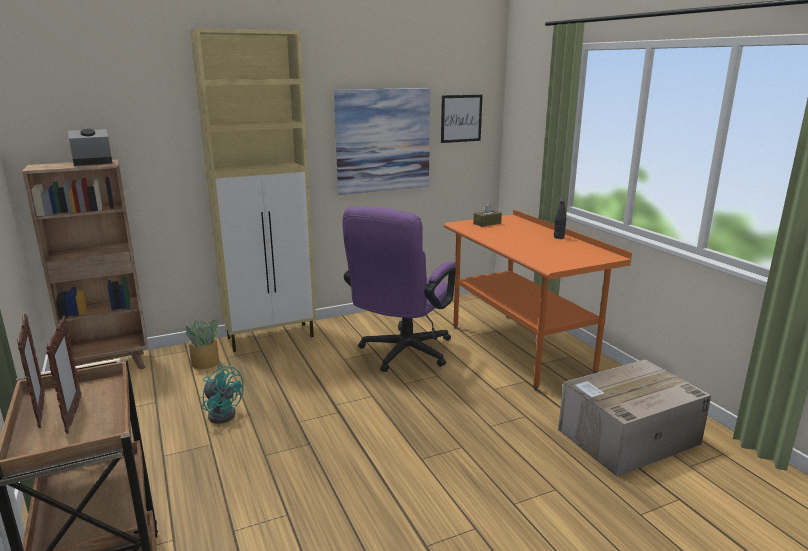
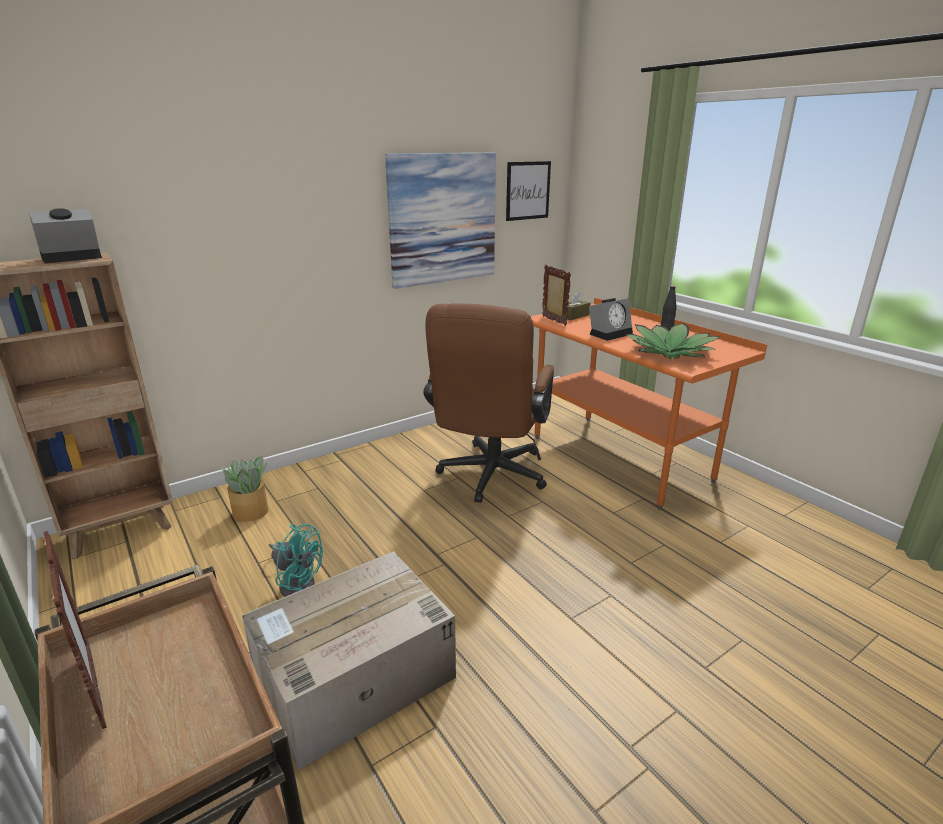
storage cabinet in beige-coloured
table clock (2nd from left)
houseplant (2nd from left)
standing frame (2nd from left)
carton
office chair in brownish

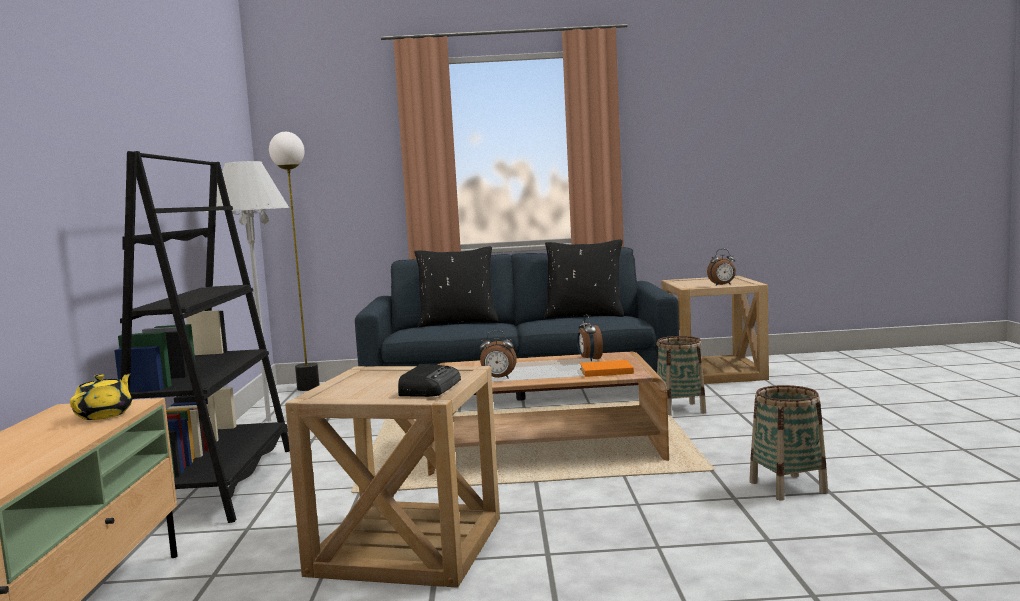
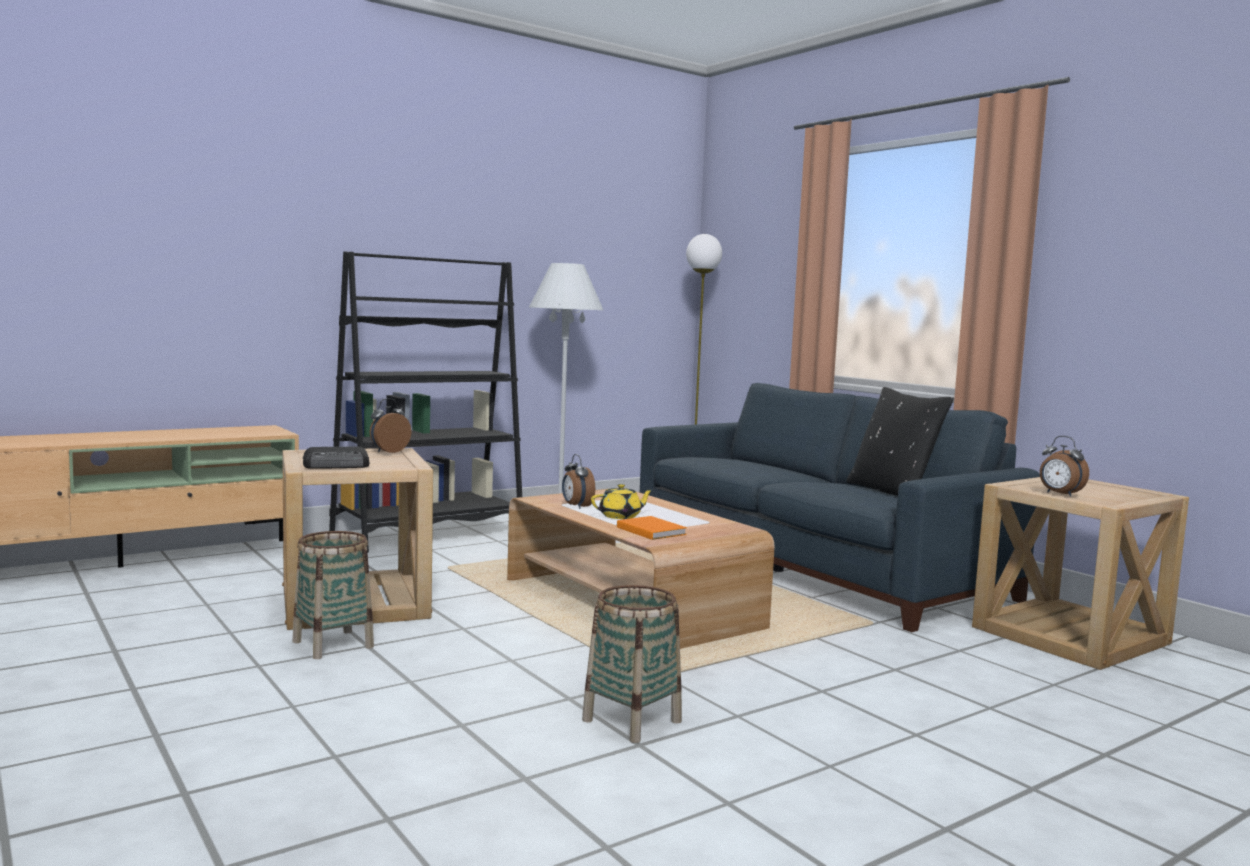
cushion in black-coloured (1st from left in the first image)
tea pot in yellowish
table clock (1st from left)
storage basket (1st from left)

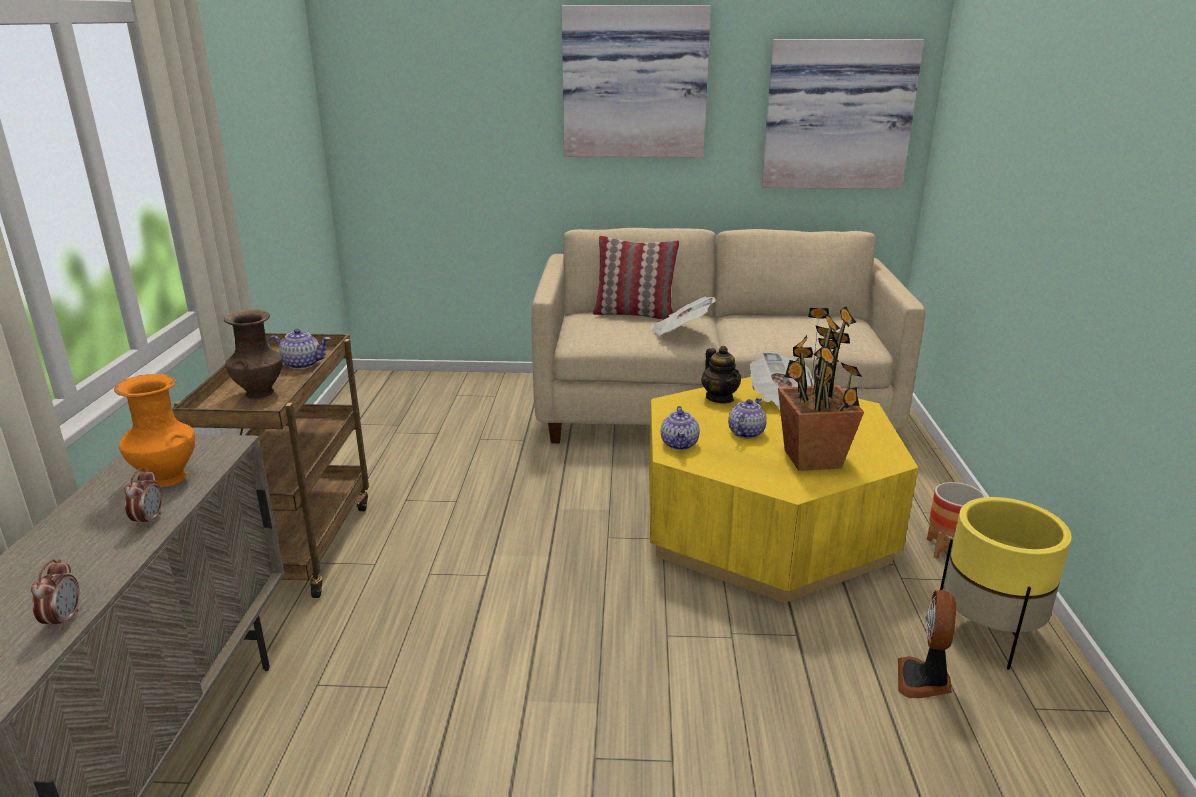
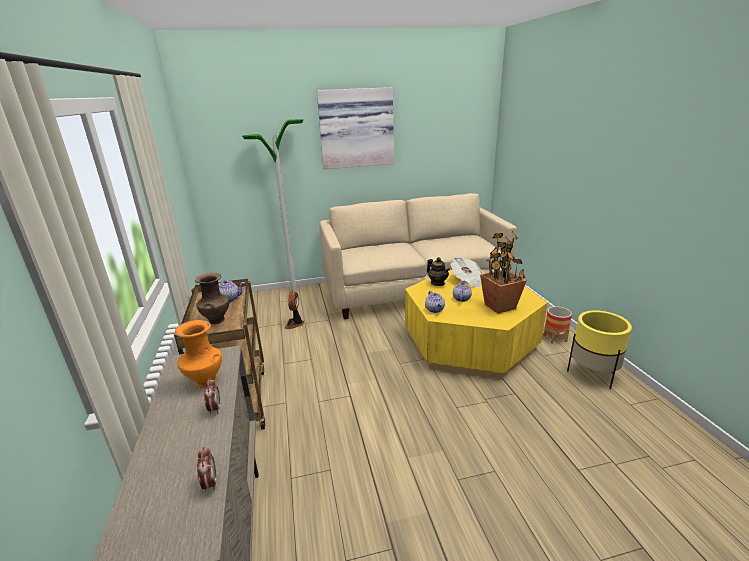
cushion
printed paper (1st from left in the first image)
wall art (2nd from left in the first image)
standing lamp
cooling fan

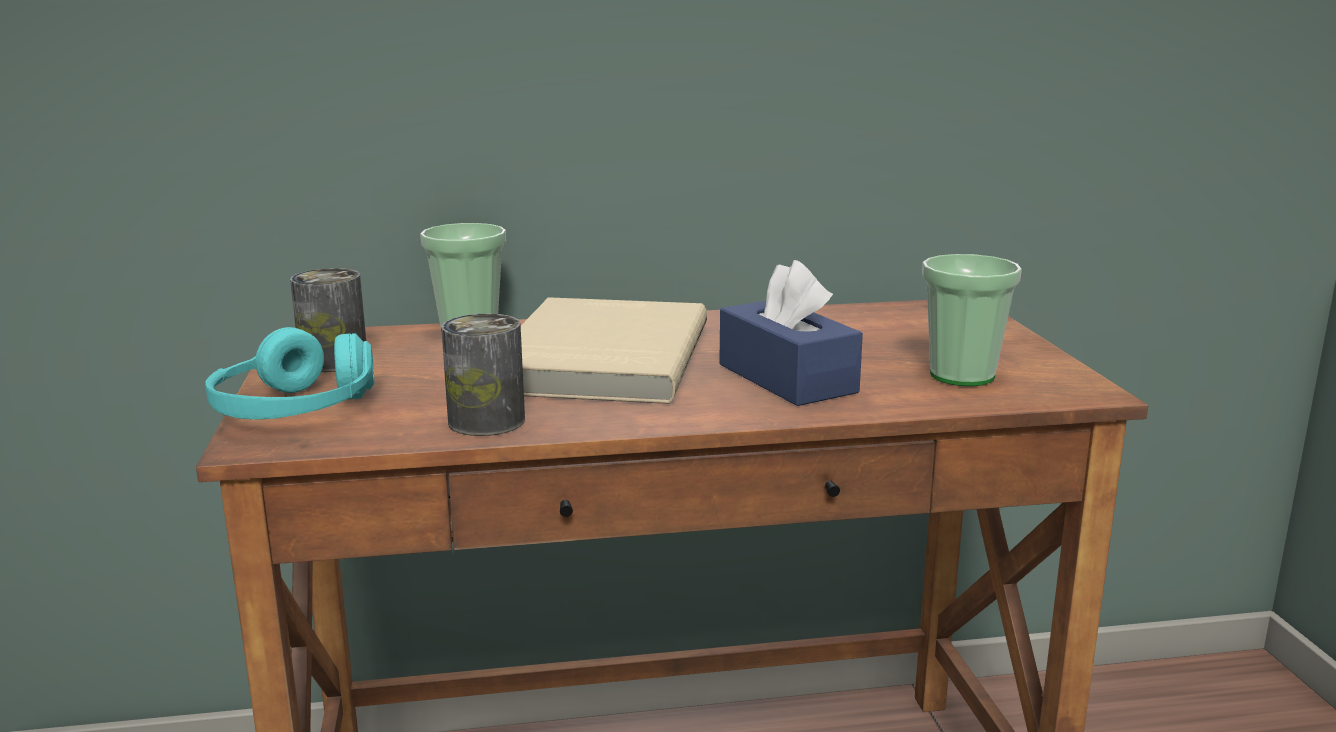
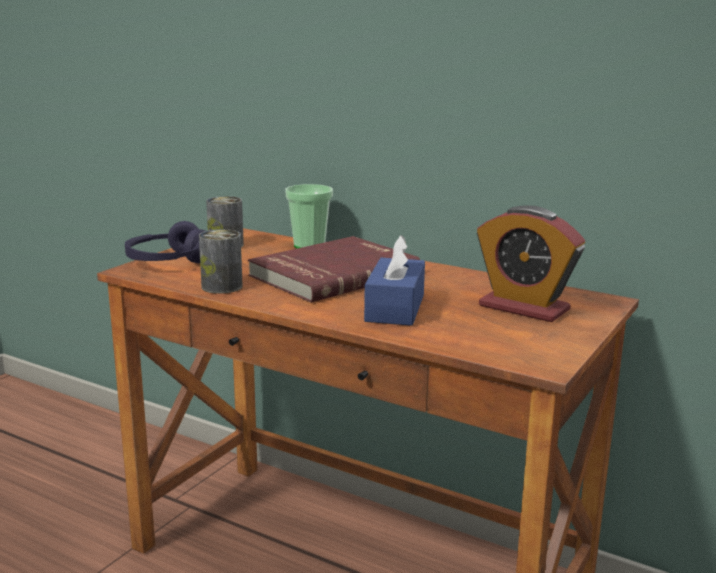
drinking cup (2nd from left in the first image)
table clock
pair of headphones in purplish
bound book in reddish

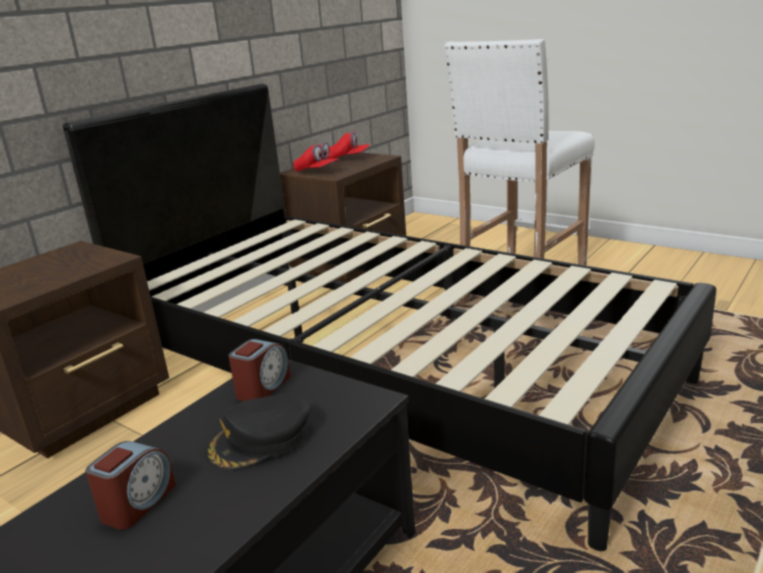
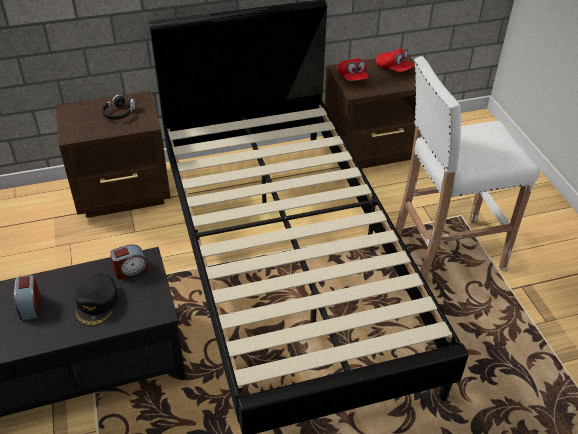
pair of headphones in black-coloured
table clock (1st from left)
cap in black-coloured

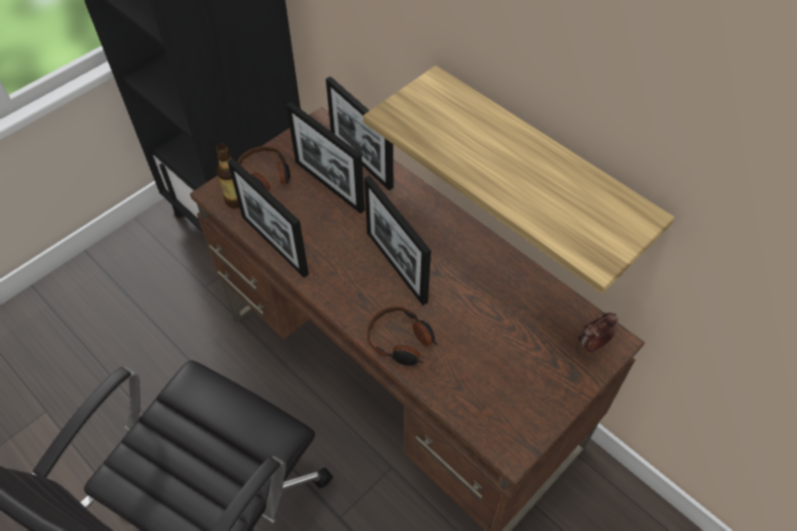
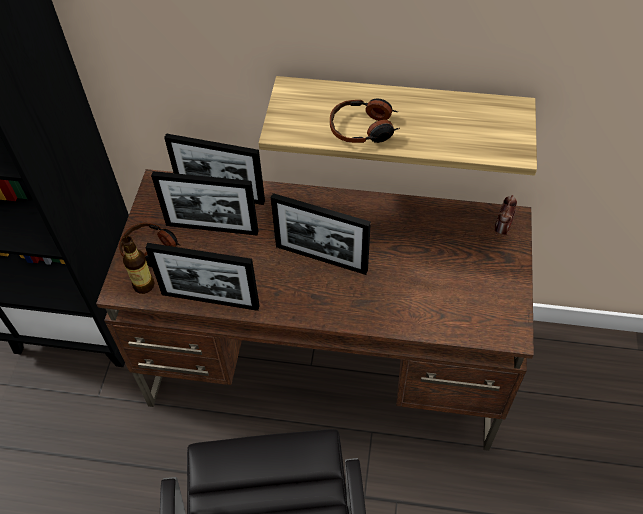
pair of headphones (2nd from left)

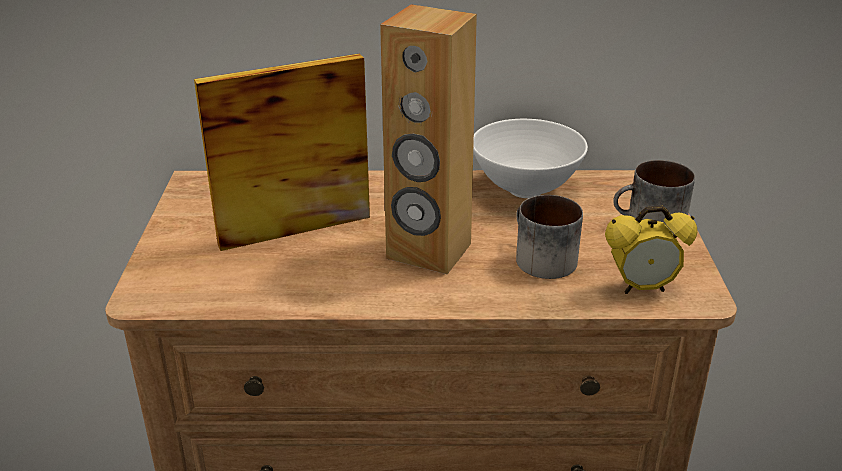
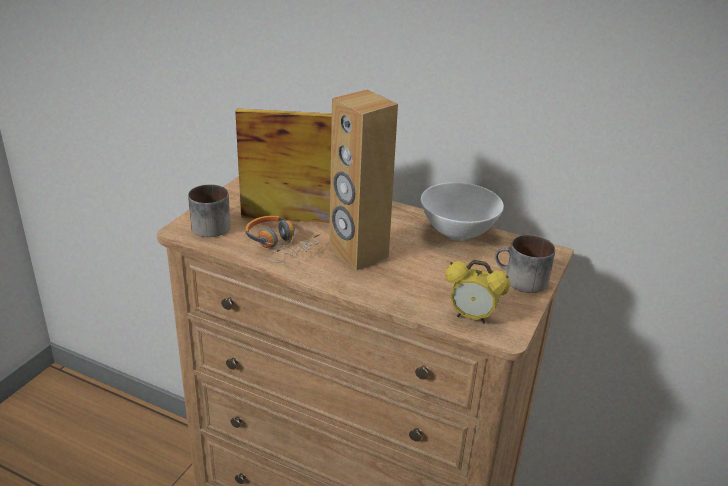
pair of headphones
mug (1st from left)

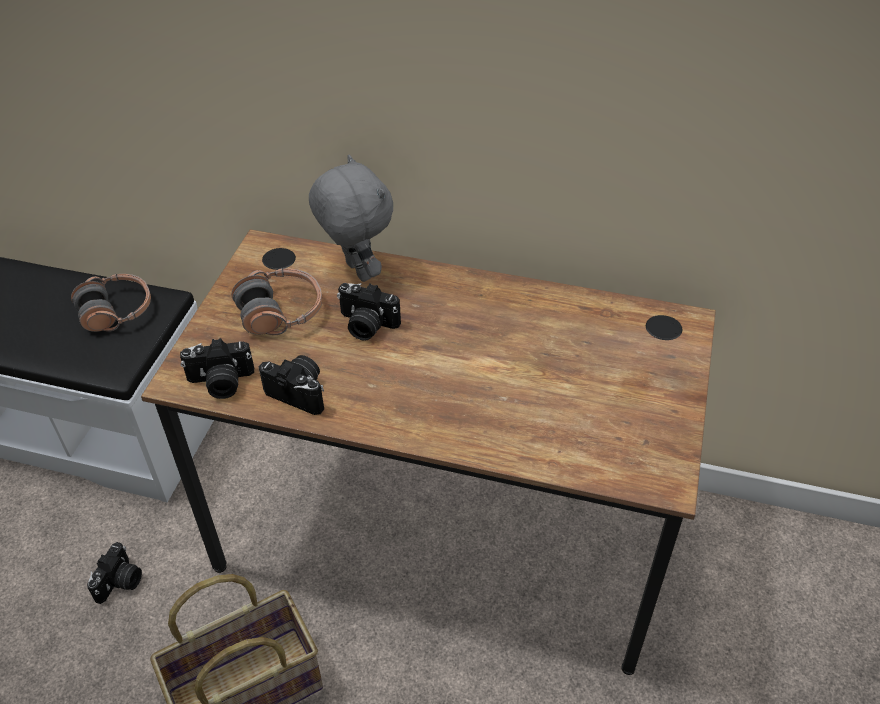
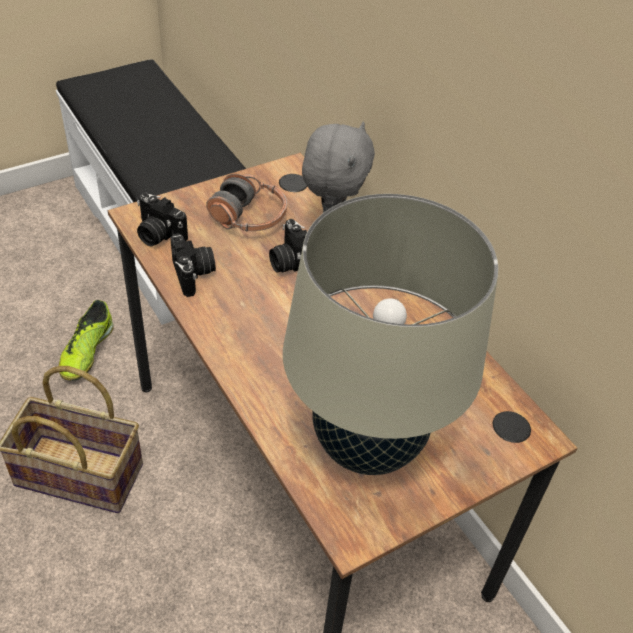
pair of headphones (1st from left in the first image)
tabletop lamp in beige-coloured
shoe

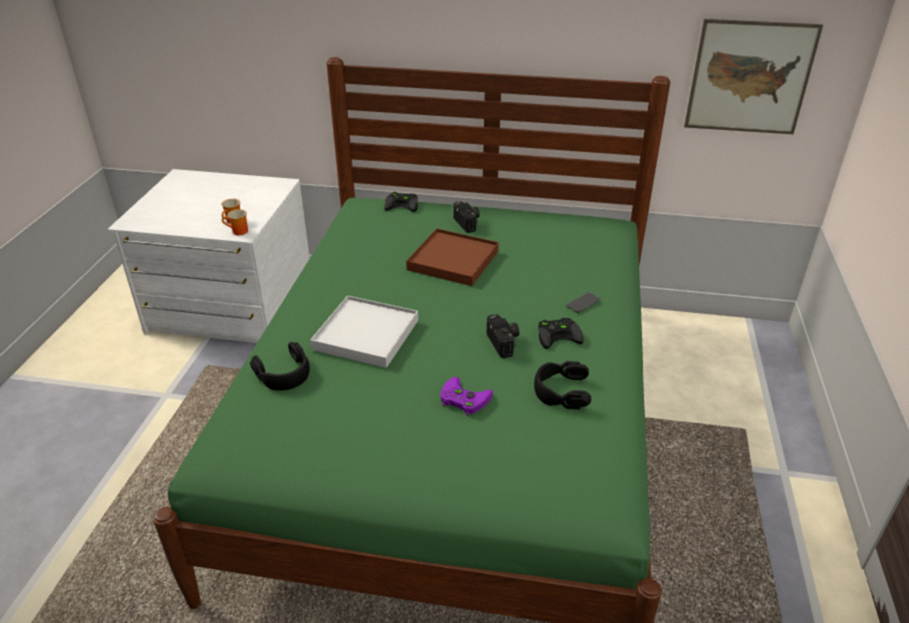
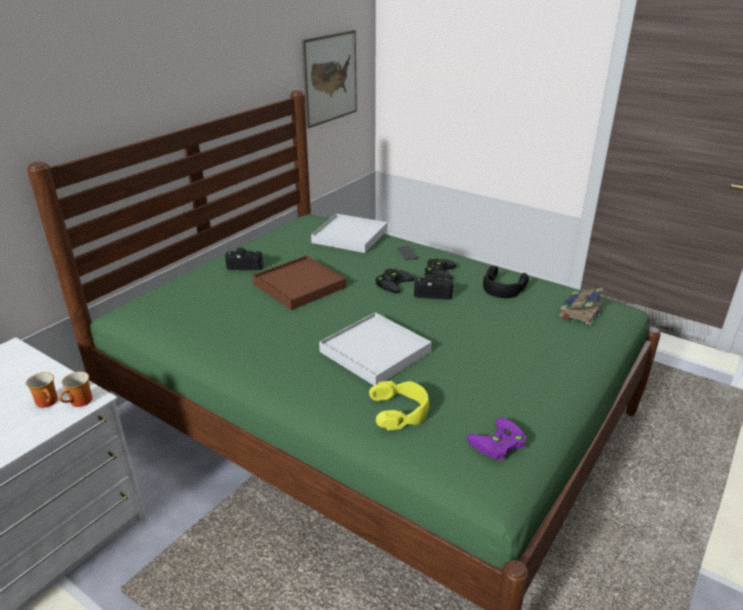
serving tray in white-coloured (1st from left)
bound book
joypad in black-coloured (1st from left)
joypad in purplish
pair of headphones in yellowish

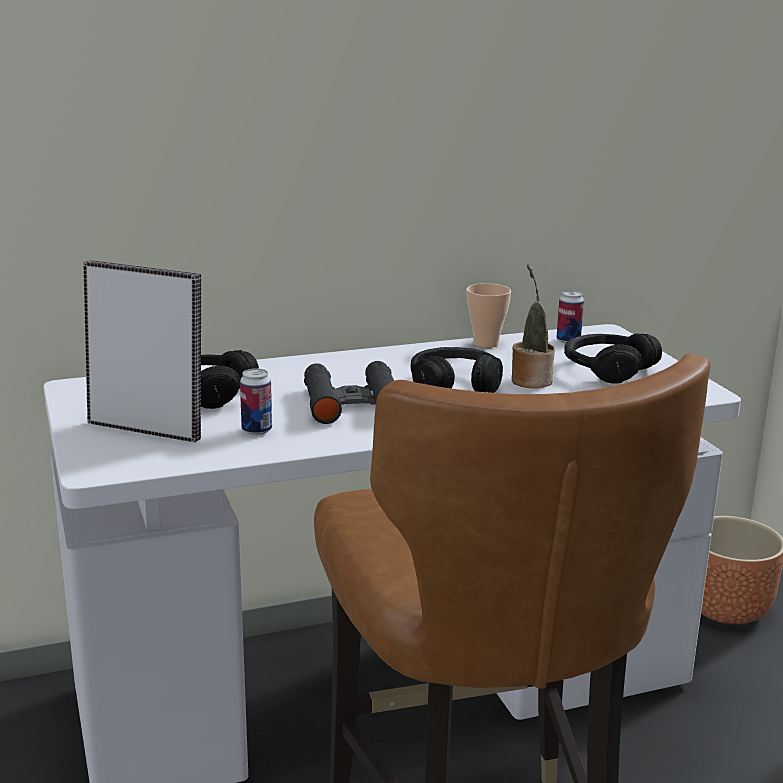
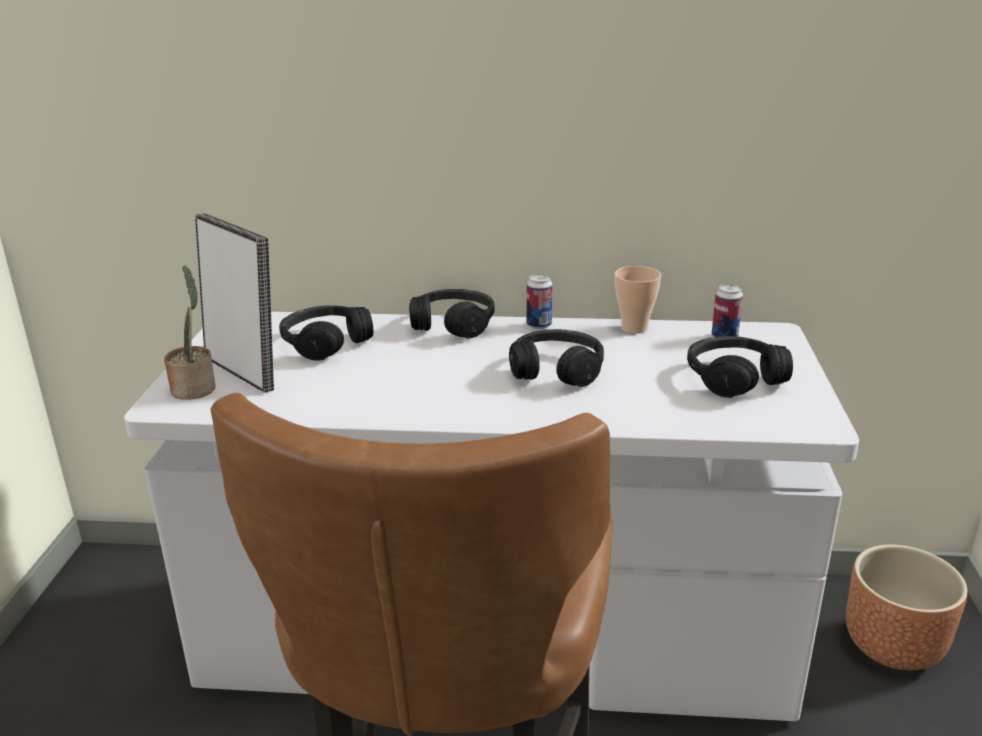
binoculars in black-coloured
pair of headphones in black-coloured (2nd from left)
can (1st from left)
houseplant

